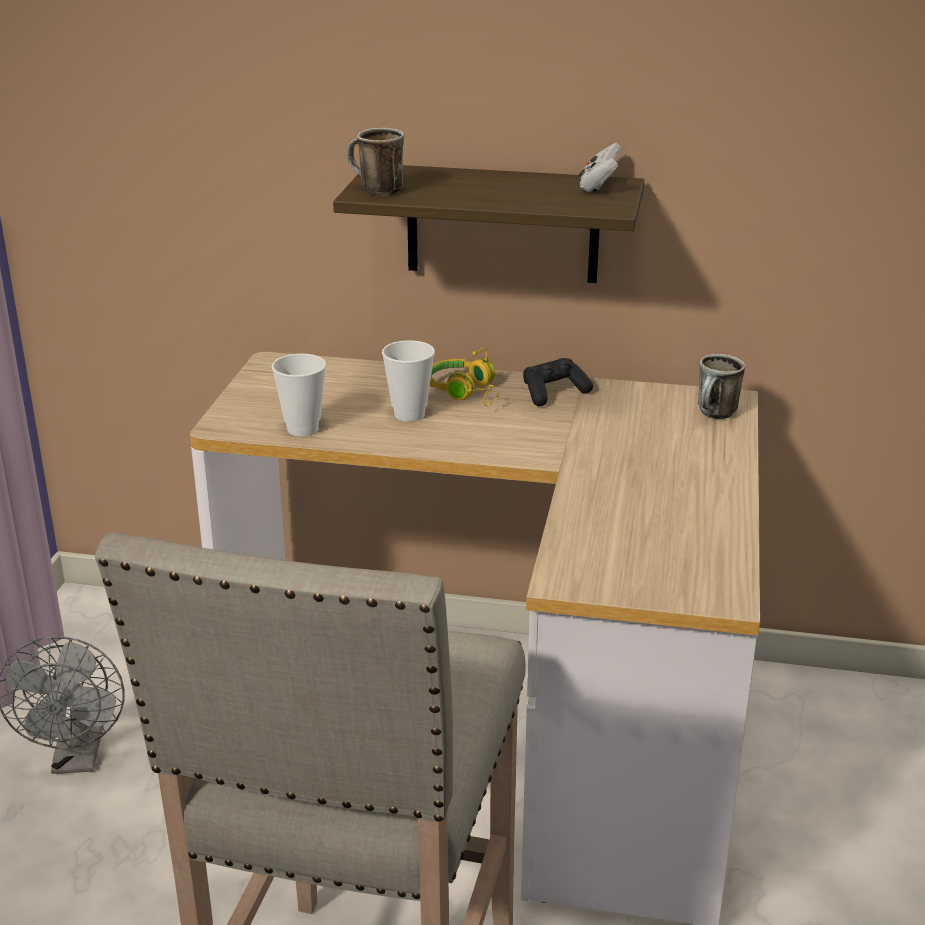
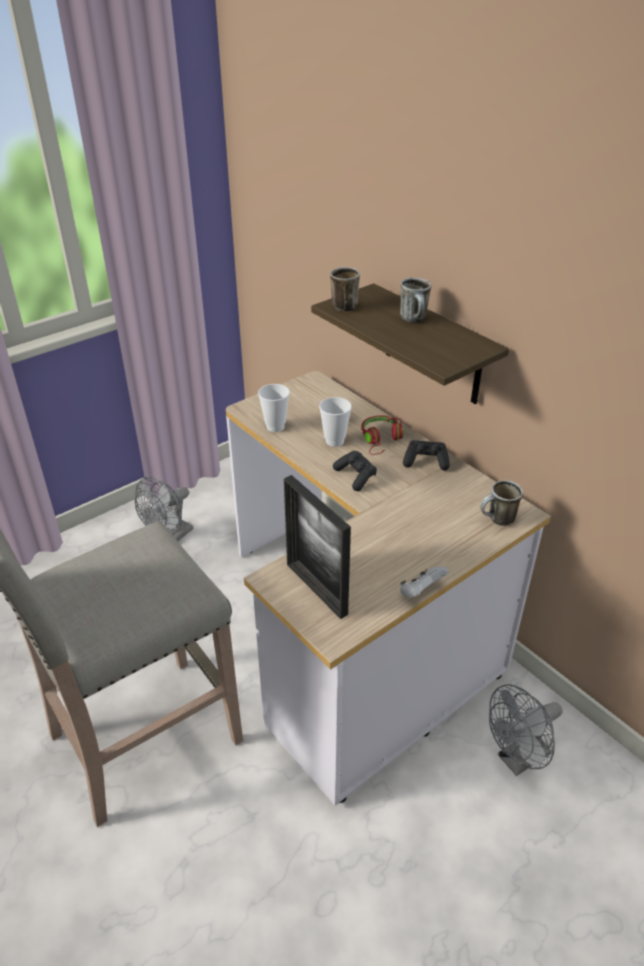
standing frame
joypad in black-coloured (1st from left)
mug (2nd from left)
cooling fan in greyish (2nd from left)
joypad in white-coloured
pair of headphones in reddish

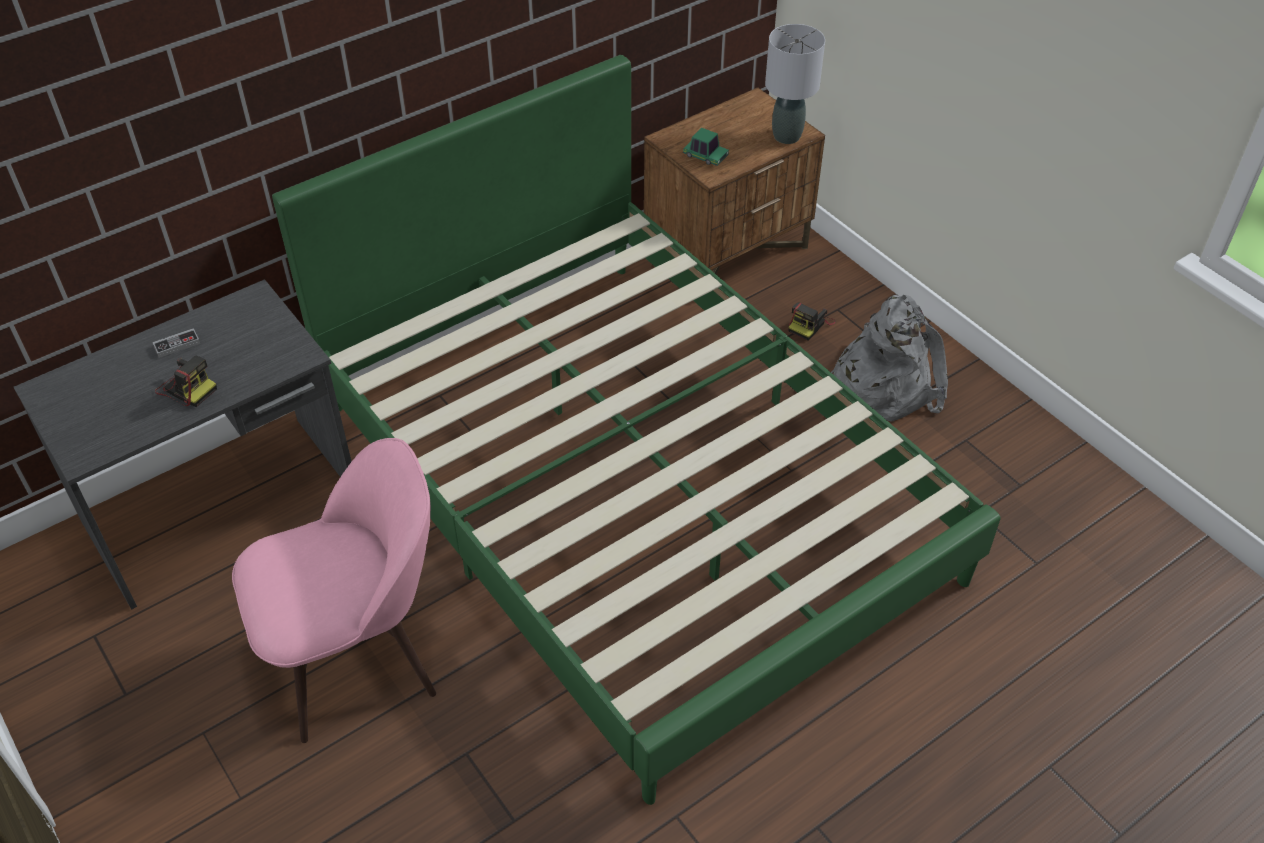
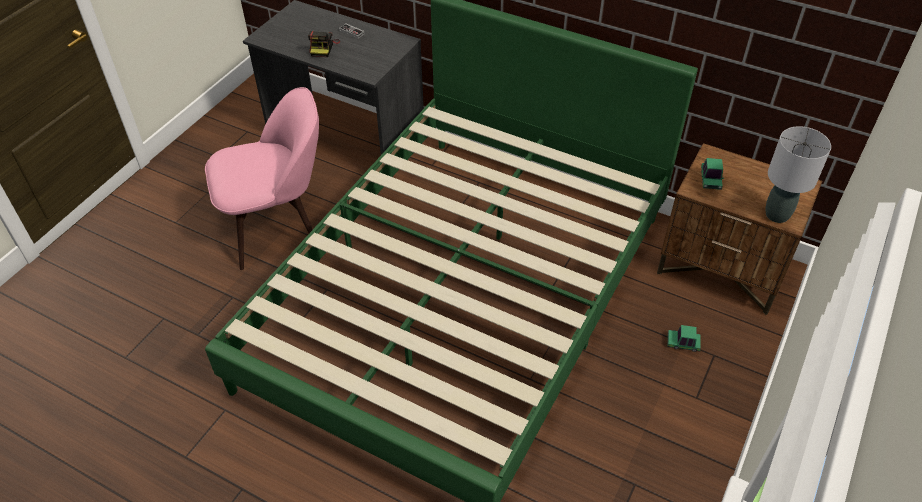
rucksack in greyish
model car (1st from left)
upright chair in pinkish

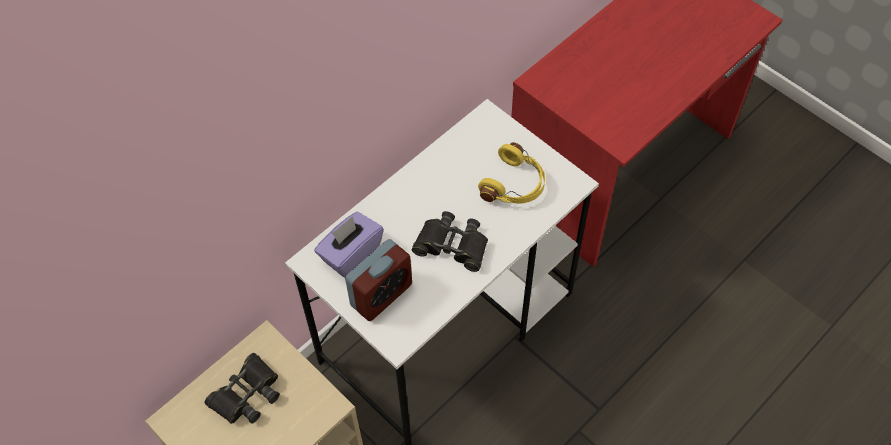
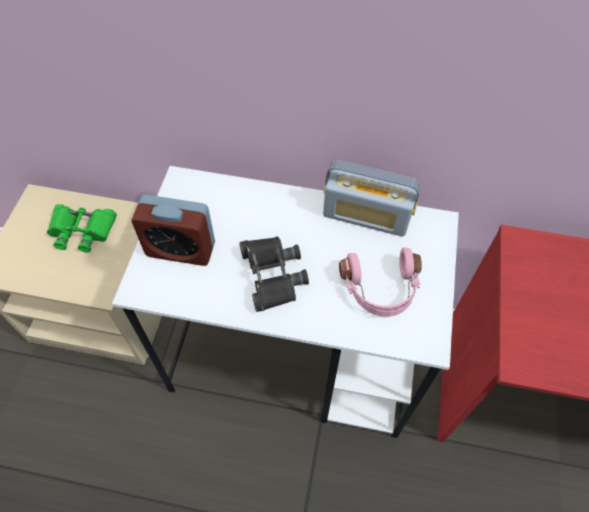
tissue holder in purplish
radio
binoculars in greenish
pair of headphones in pinkish

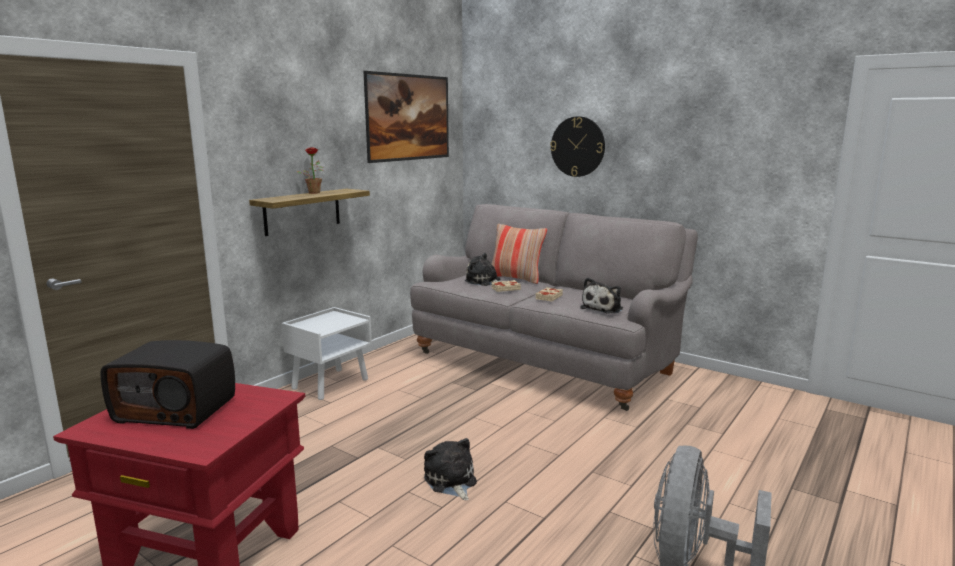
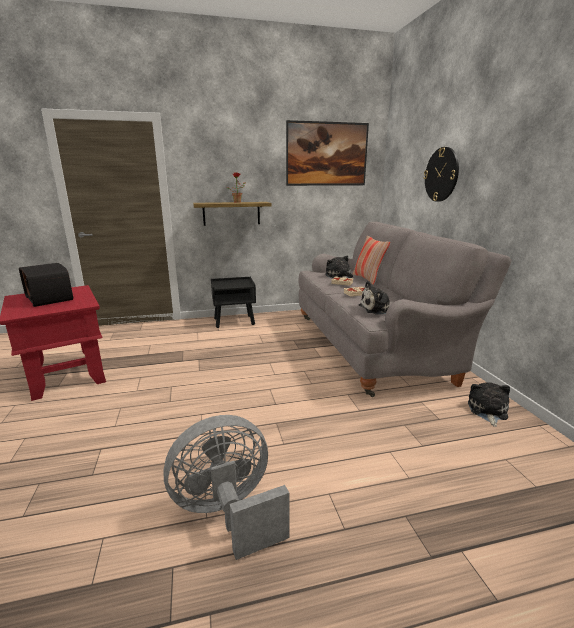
plush toy (3rd from left)
nightstand in black-coloured

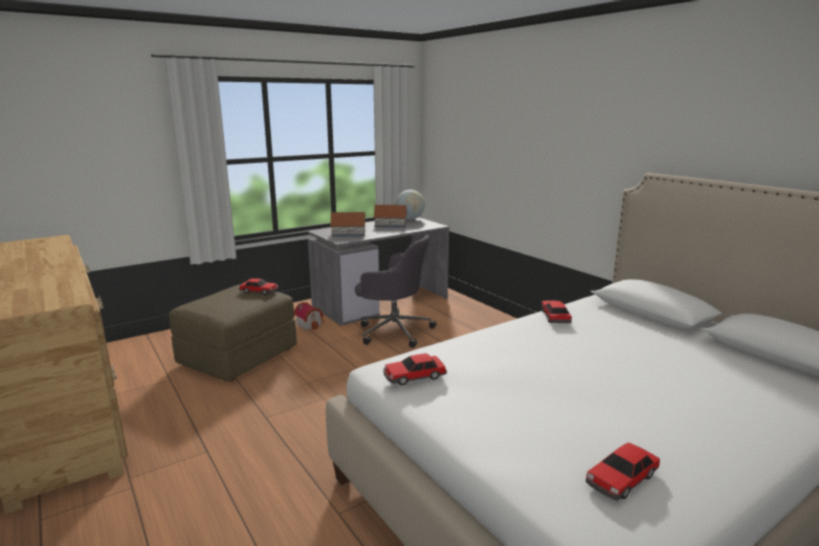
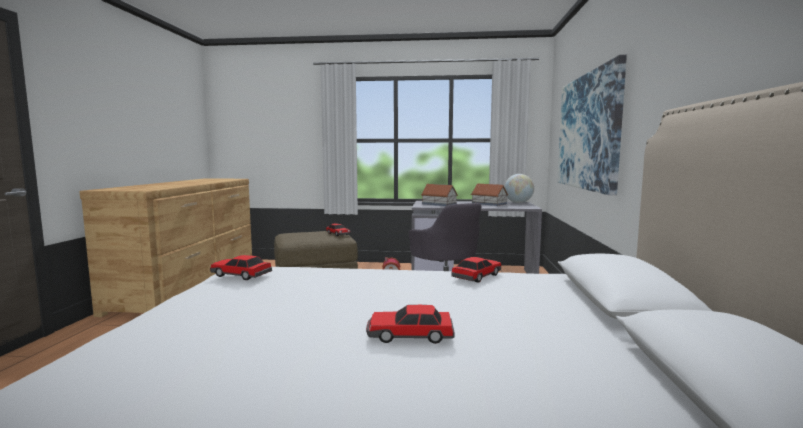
wall art
model car (3rd from left)

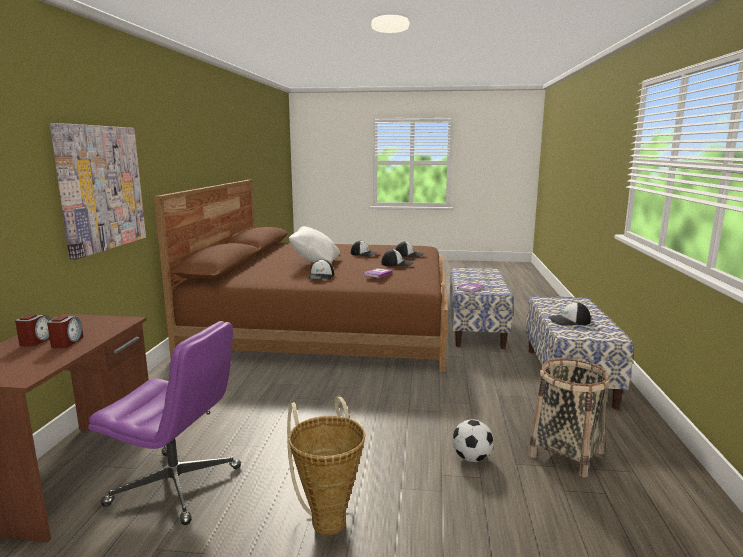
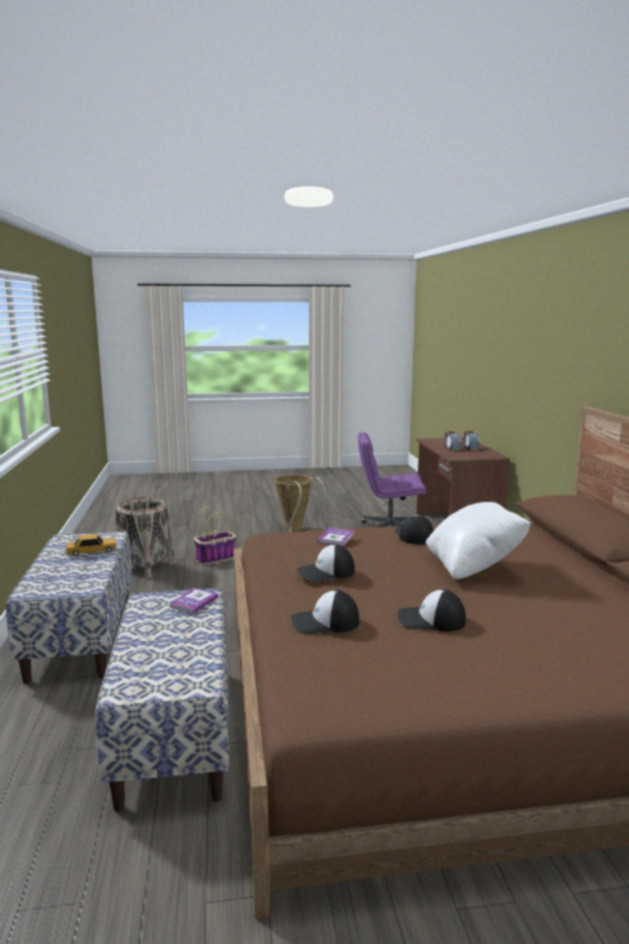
wall art
storage basket (2nd from left)
model car

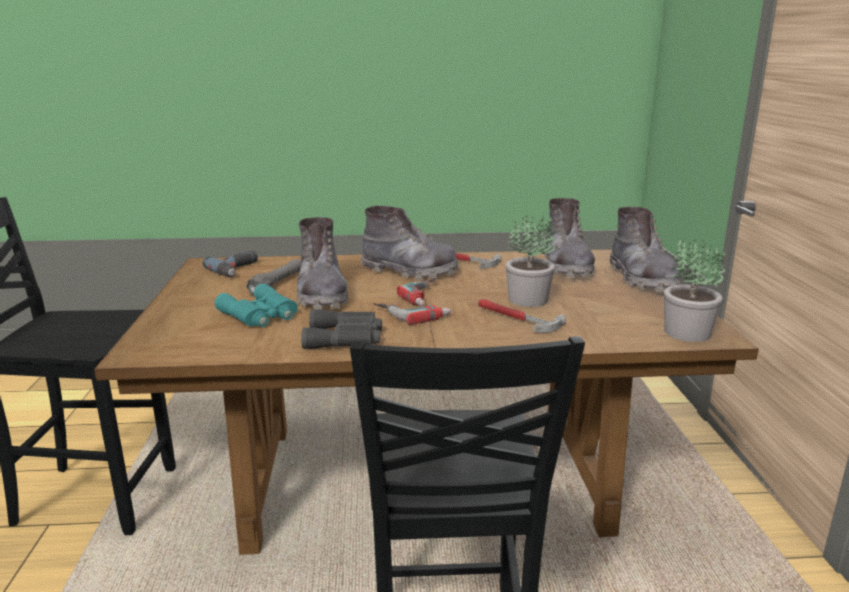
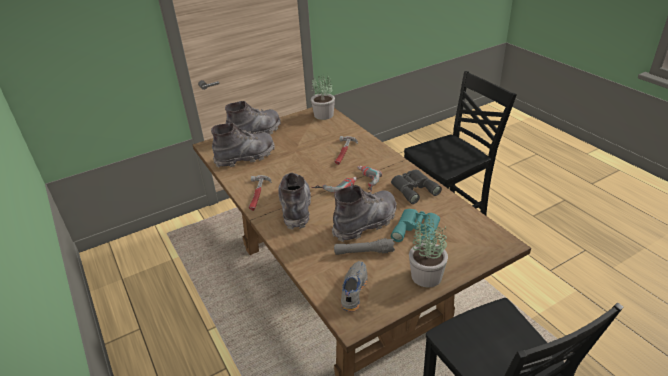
houseplant (2nd from left)
shoe in greyish

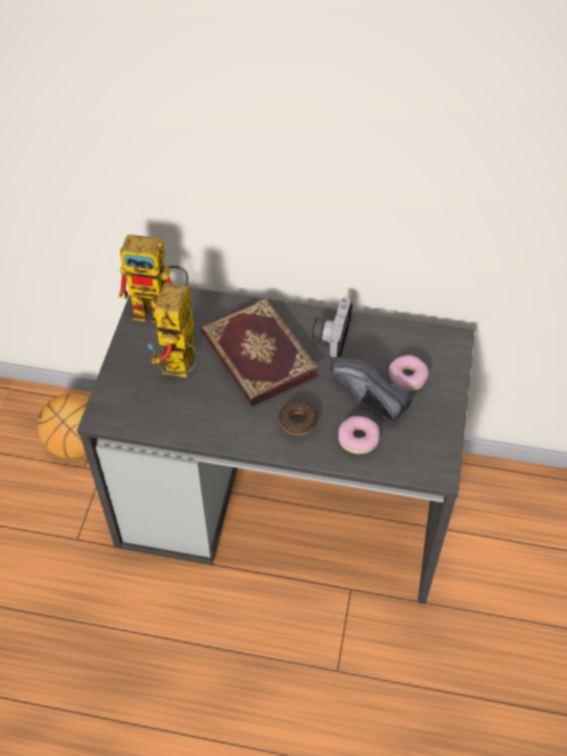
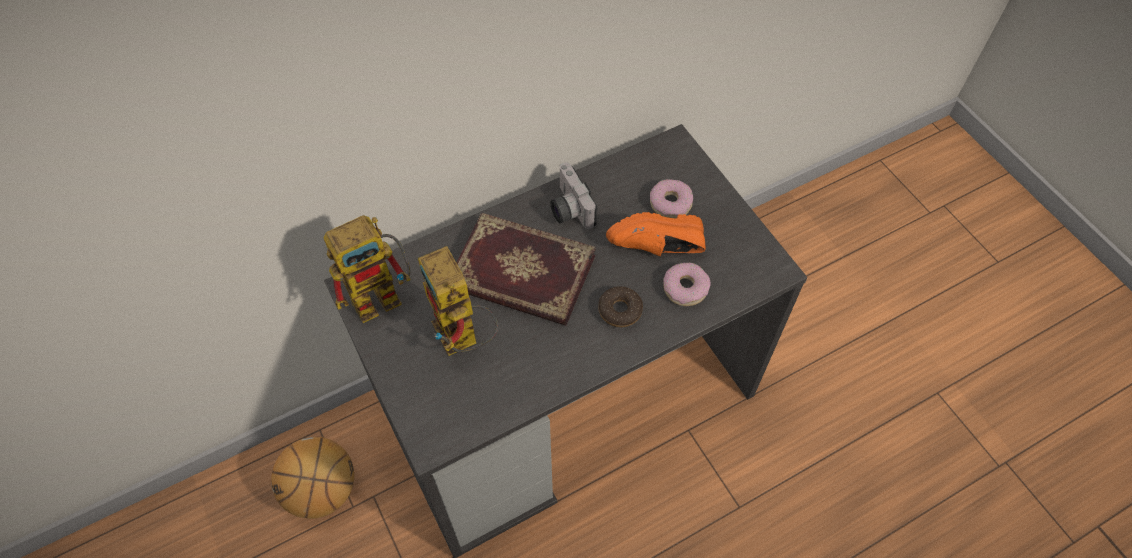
shoe in orange

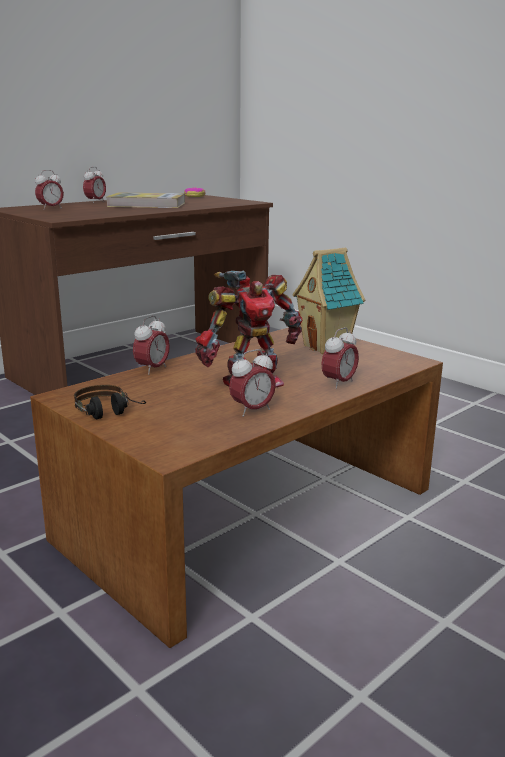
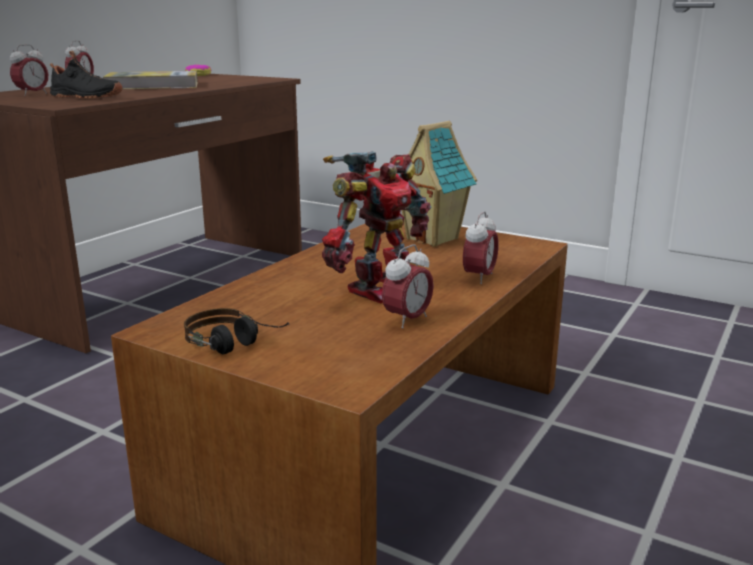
table clock (3rd from left in the first image)
shoe in black-coloured

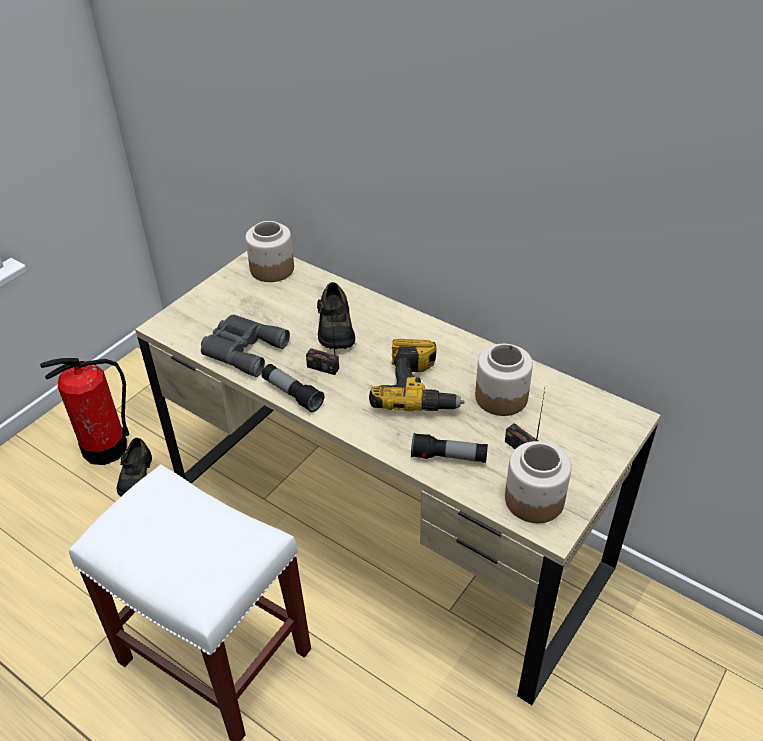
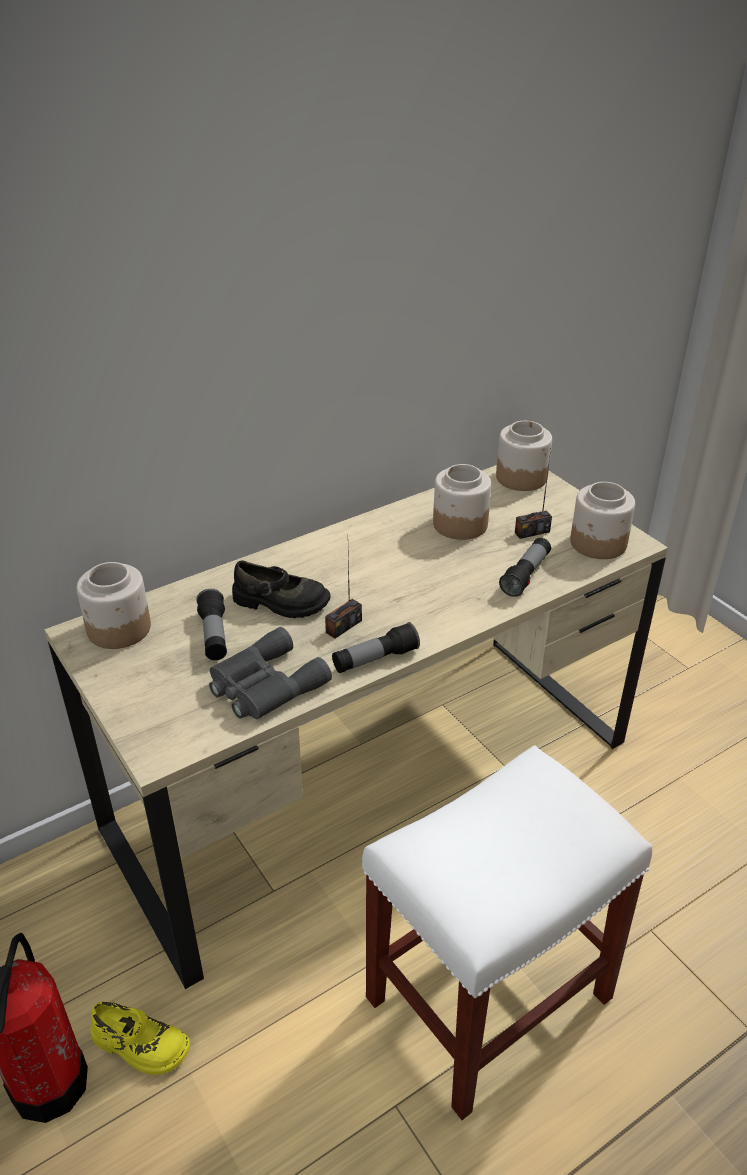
power drill
torch (1st from left)
storage jar (3rd from left)
shoe in yellowish

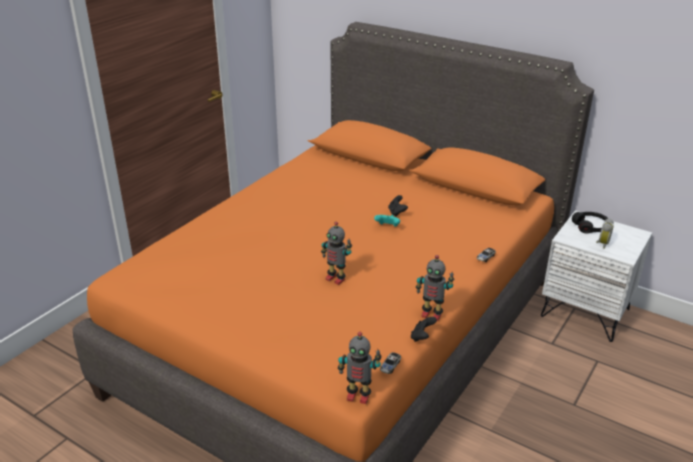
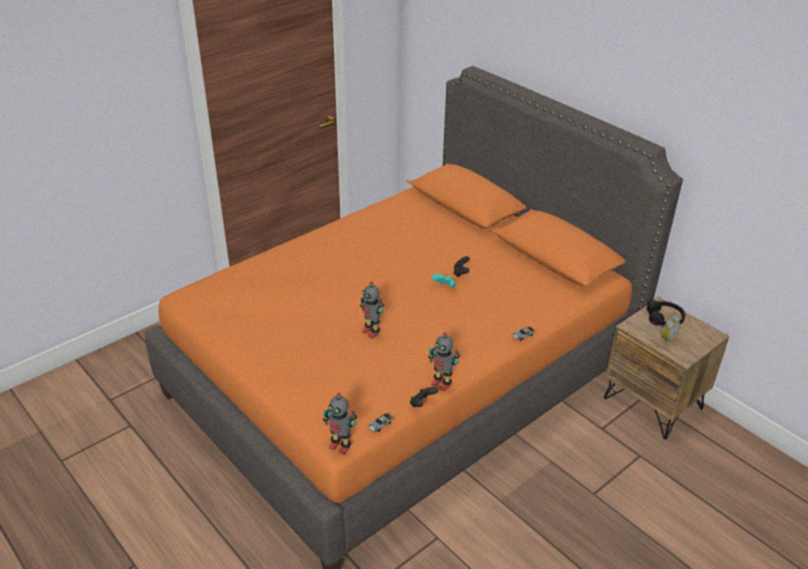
nightstand in brownish

